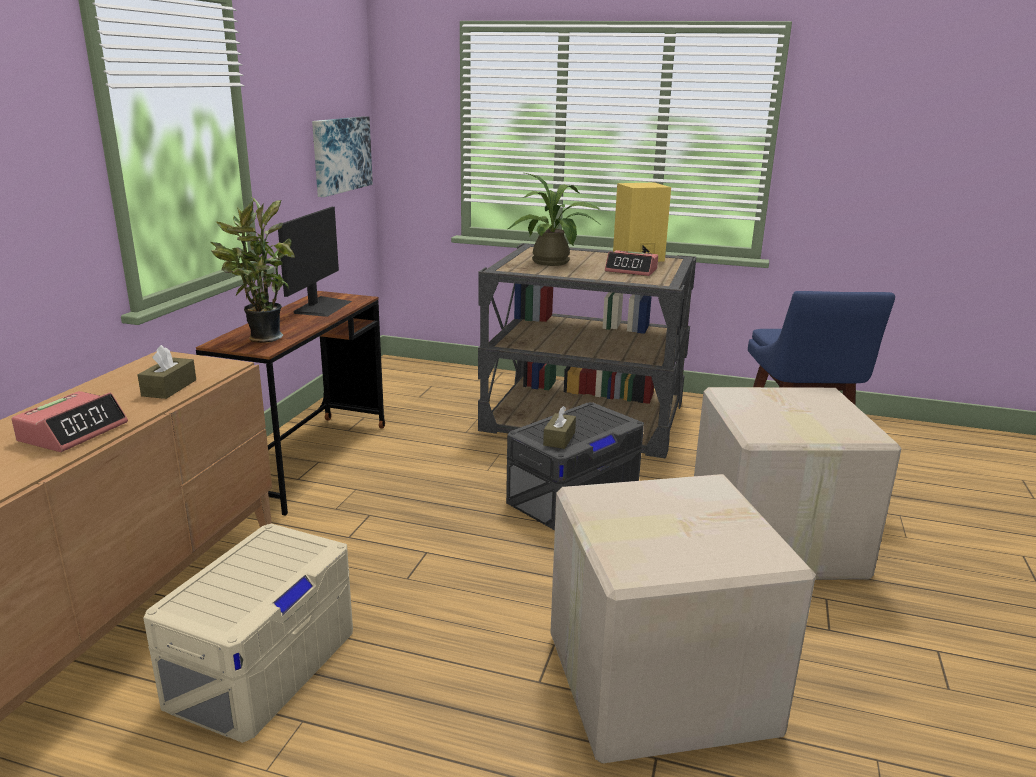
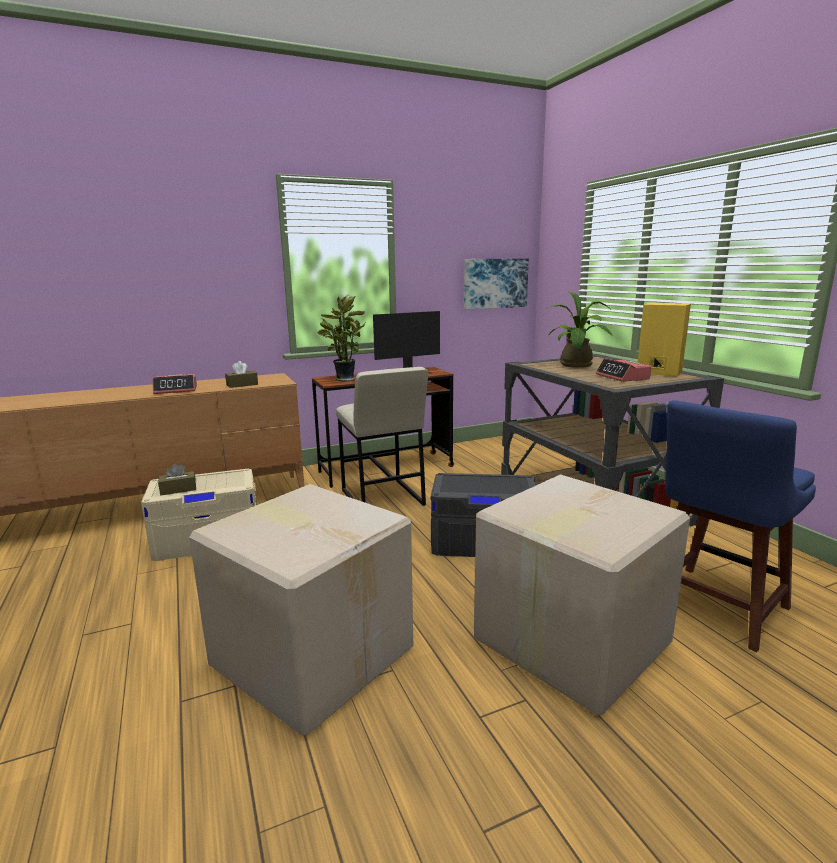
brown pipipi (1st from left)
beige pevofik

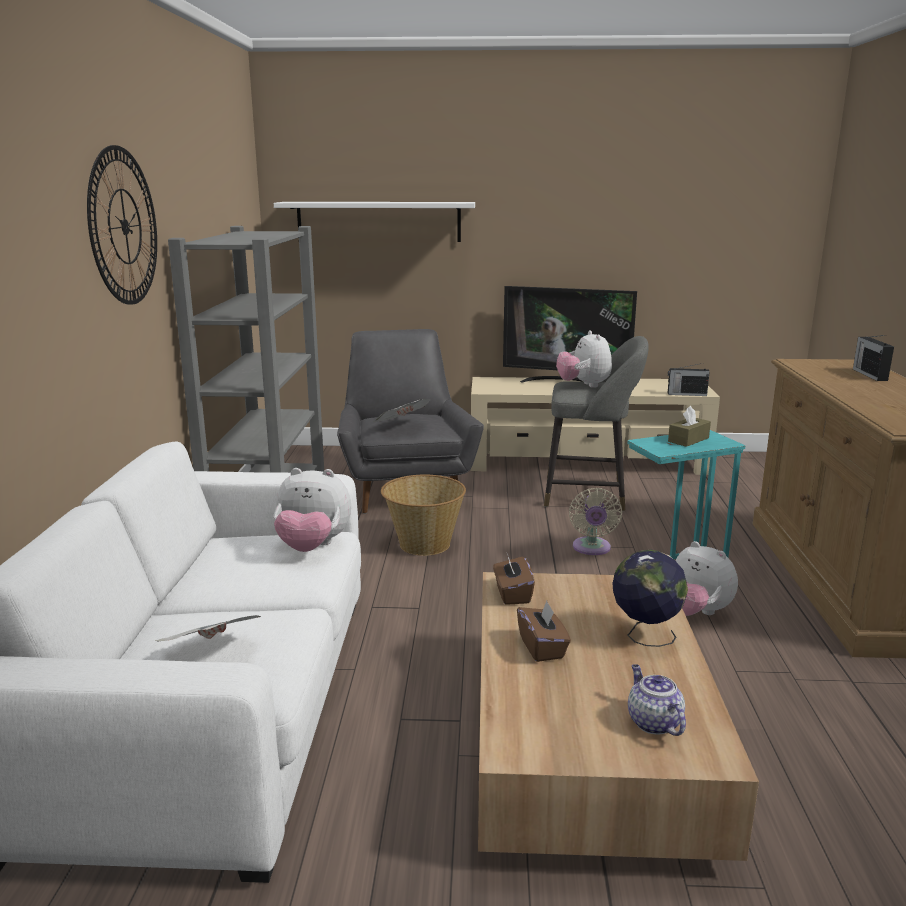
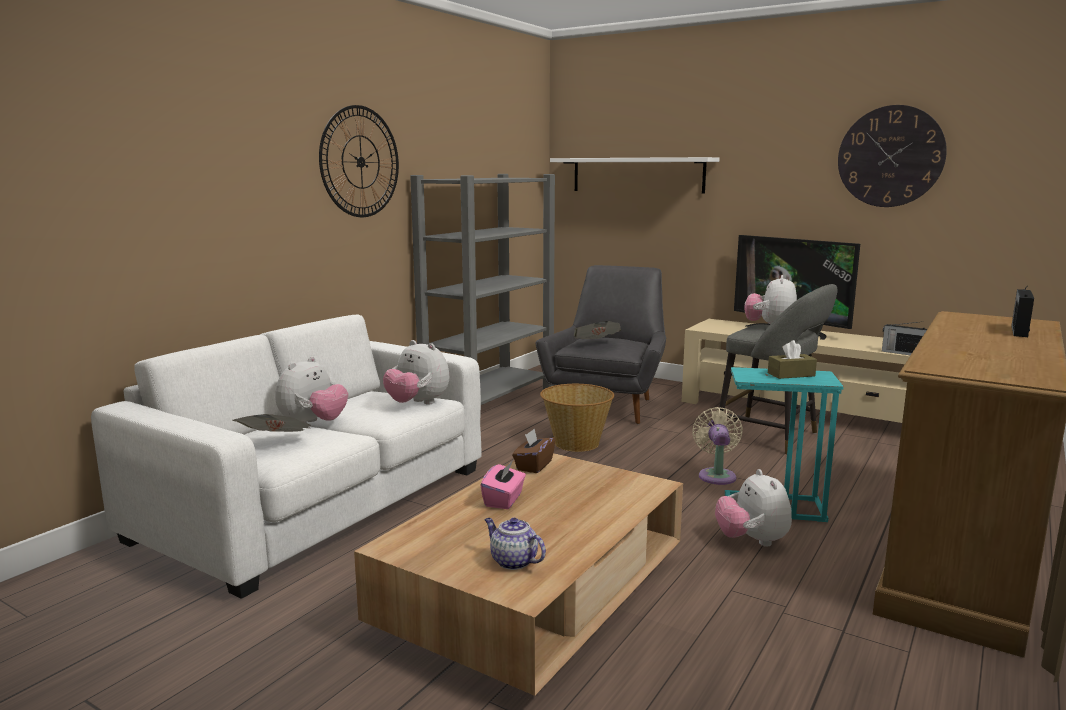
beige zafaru
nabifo
pink pipipi
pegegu
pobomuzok (2nd from left)
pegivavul (1st from left)

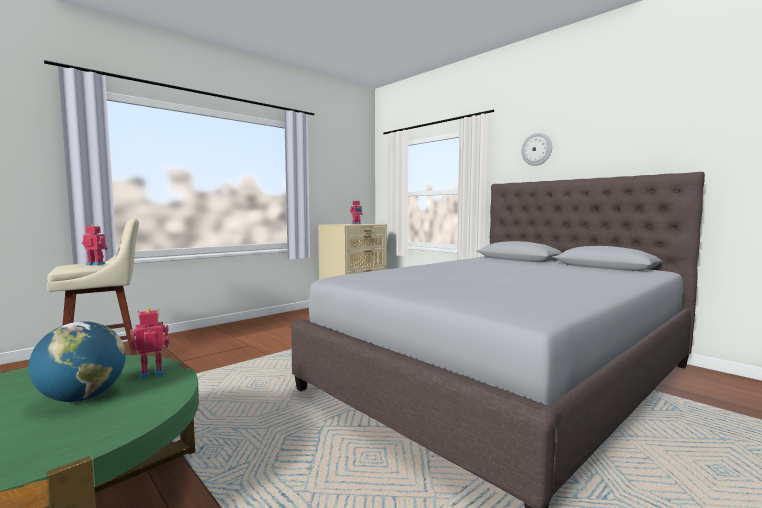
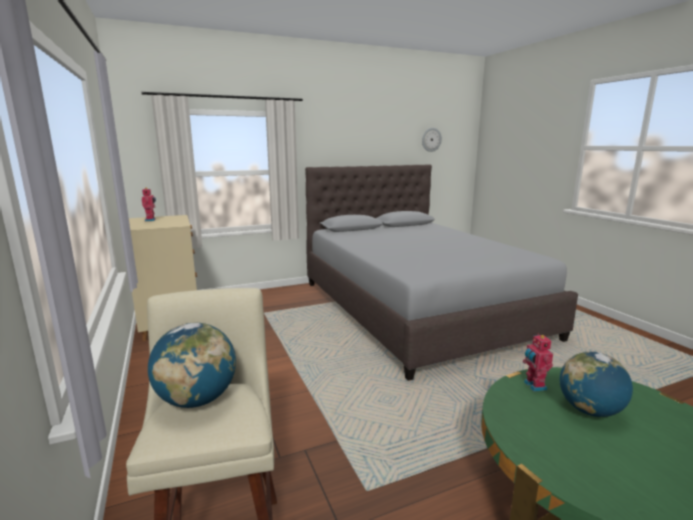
pobomuzok
nabifo (1st from left)

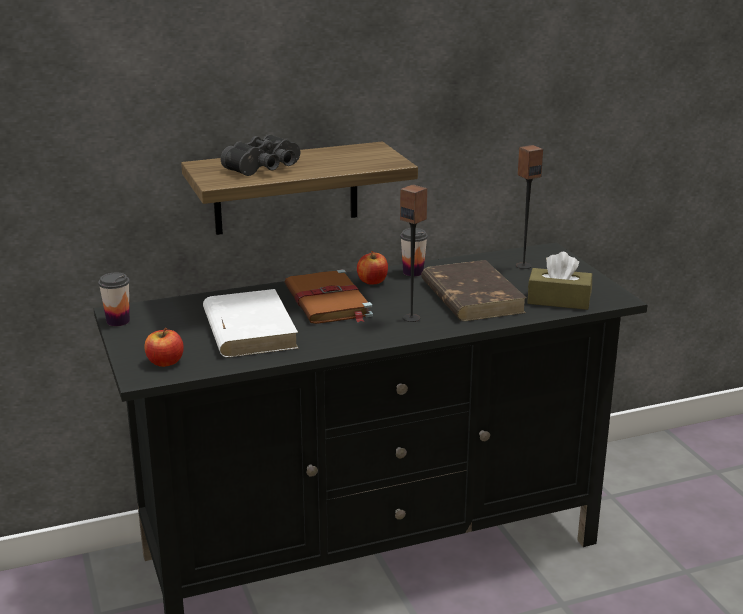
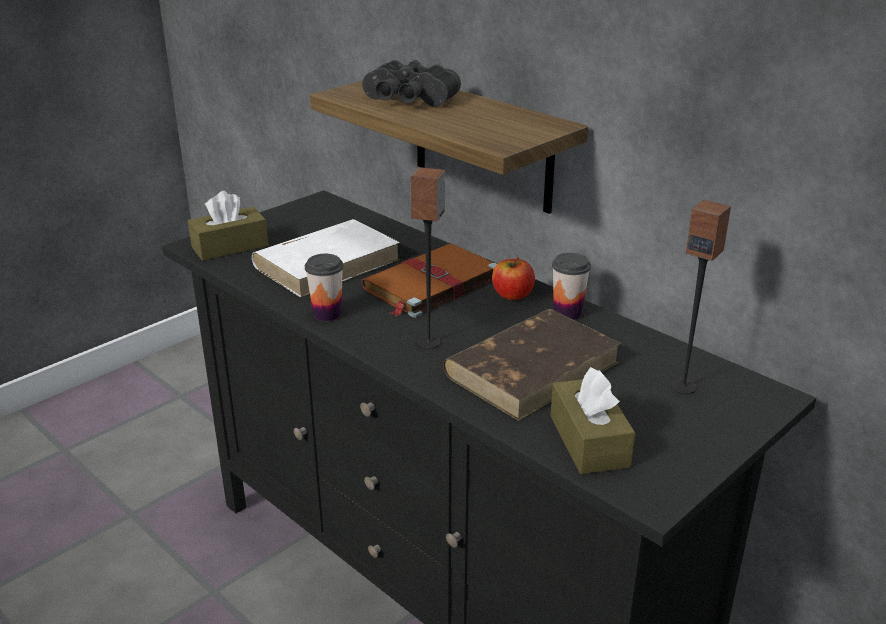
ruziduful (1st from left)
brown pipipi (1st from left)

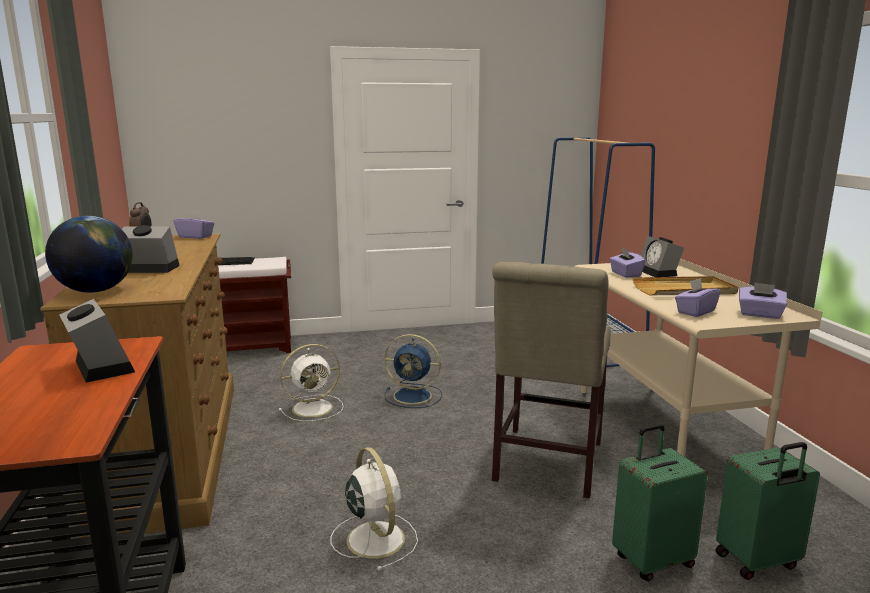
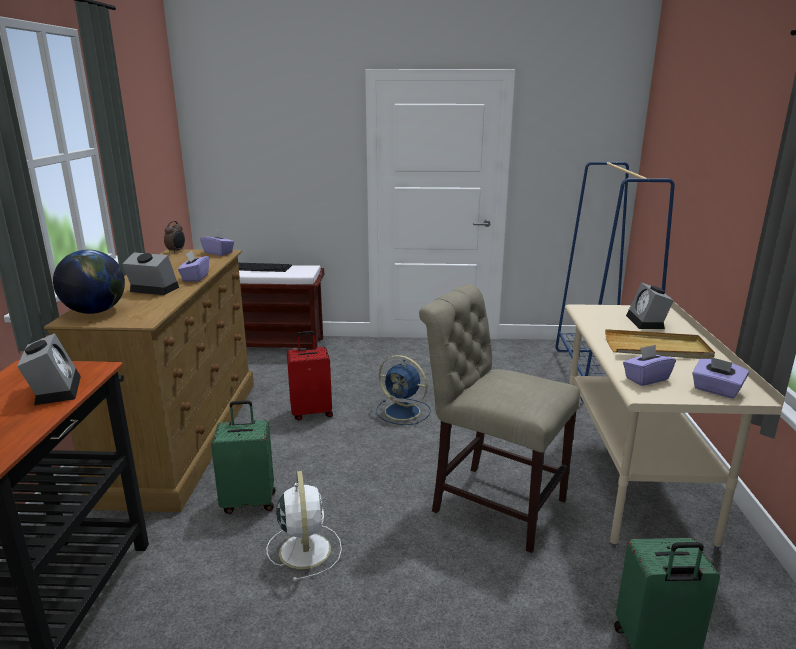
purple pipipi (1st from left)
beige pevofik
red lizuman
green lizuman (1st from left)

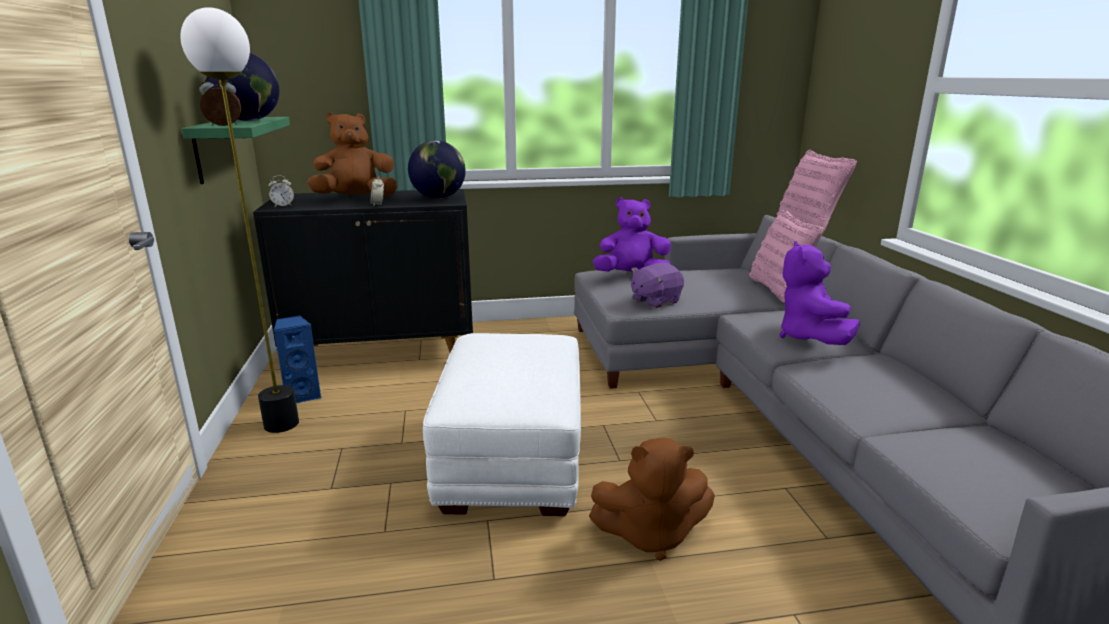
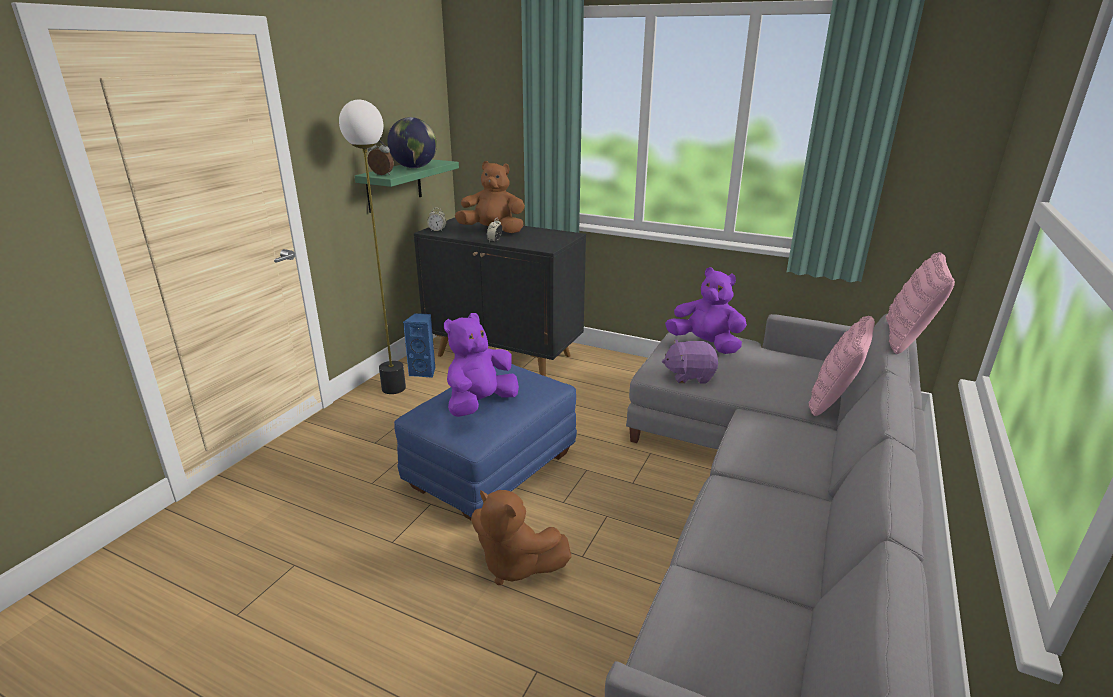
nabifo (2nd from left in the first image)
purple pegivavul (1st from left)
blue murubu

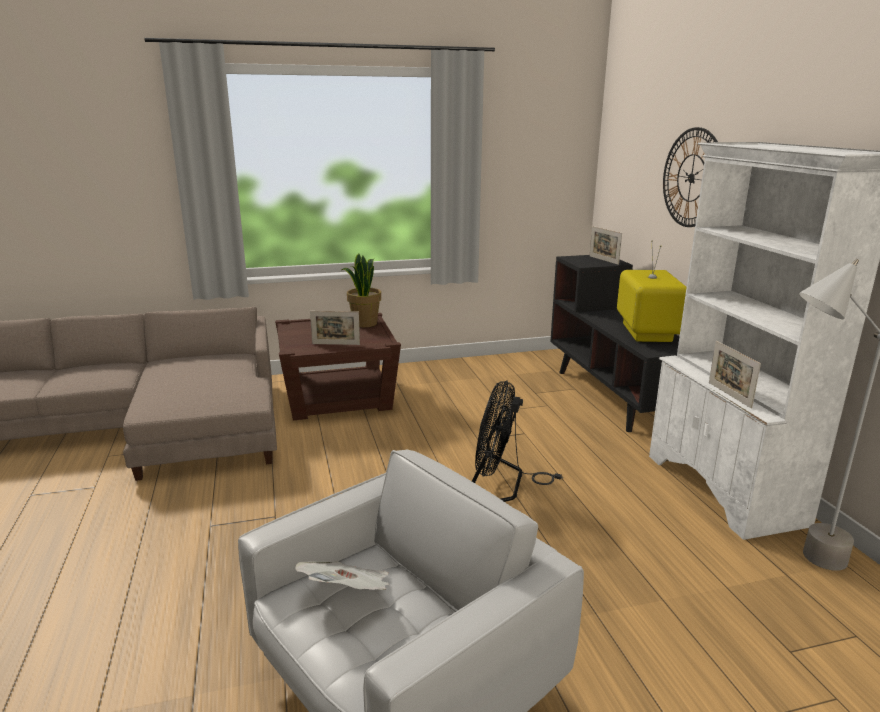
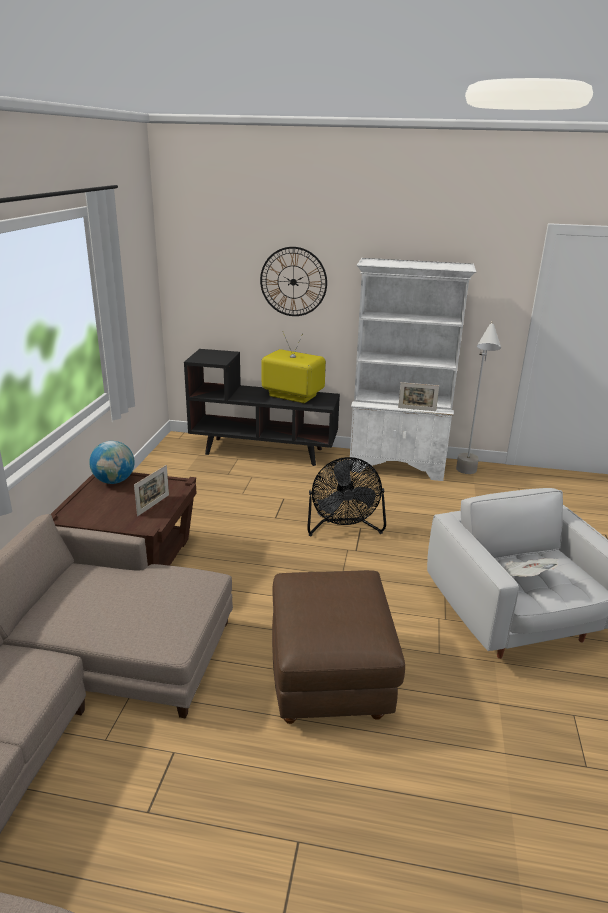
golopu (2nd from left in the first image)
nabifo
black zafaru
brown murubu

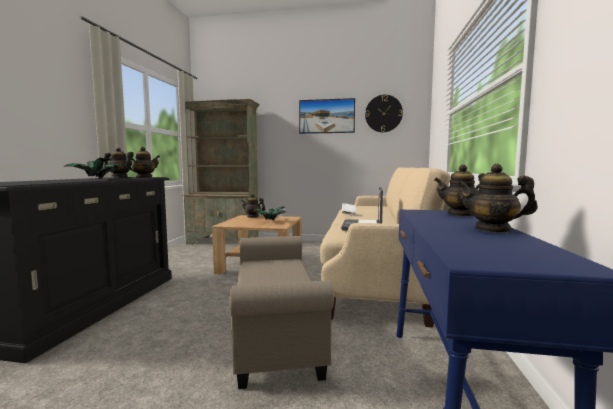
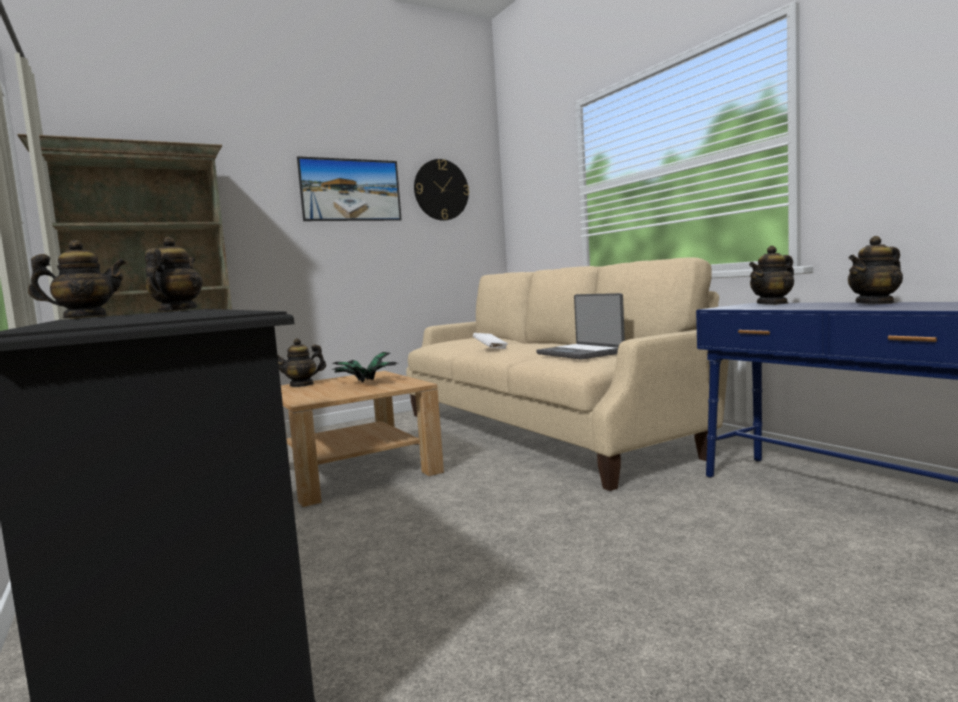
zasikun (1st from left in the first image)
beige murubu

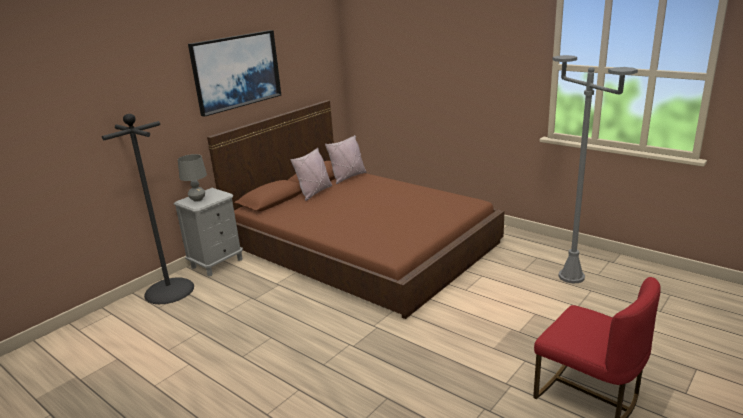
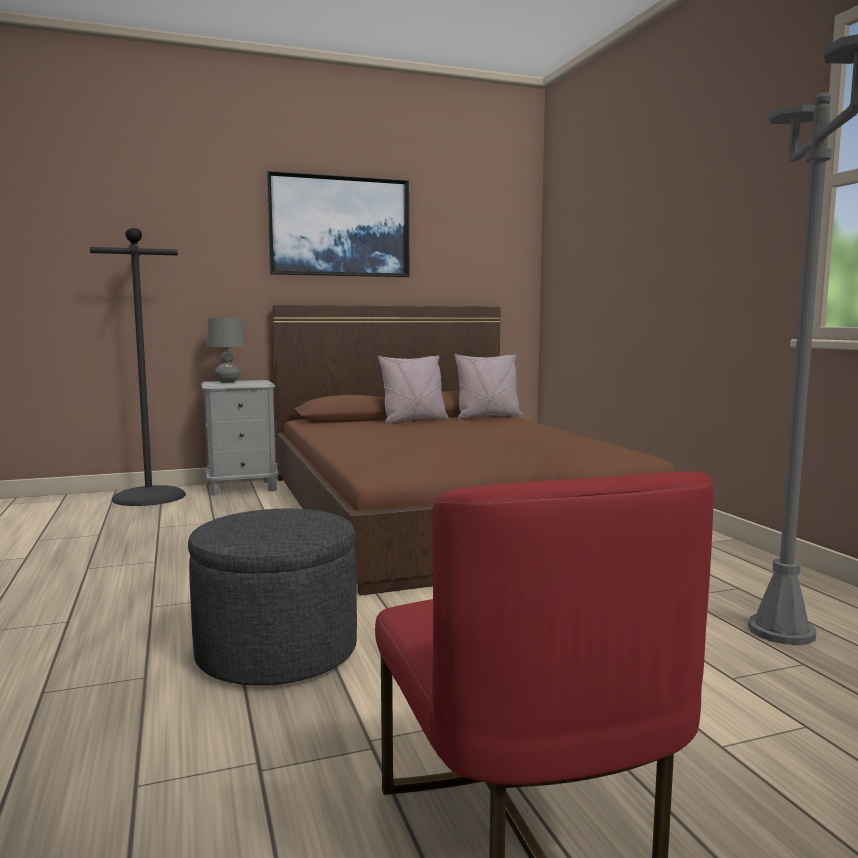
grey murubu

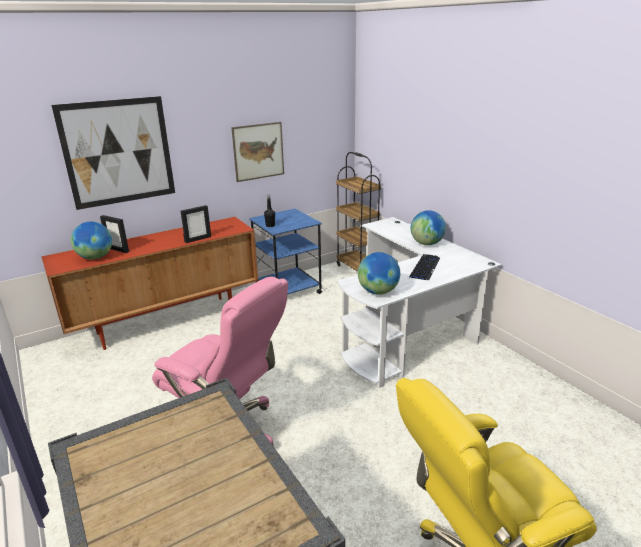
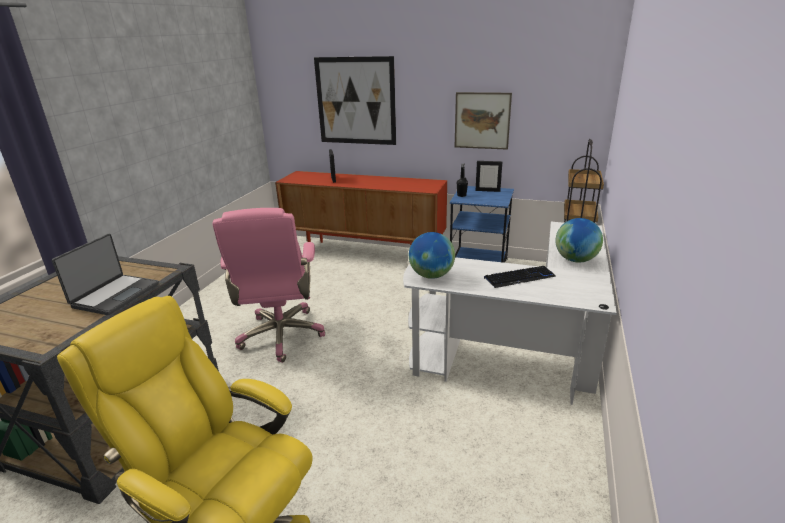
golopu (2nd from left)
nabifo (1st from left in the first image)
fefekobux

